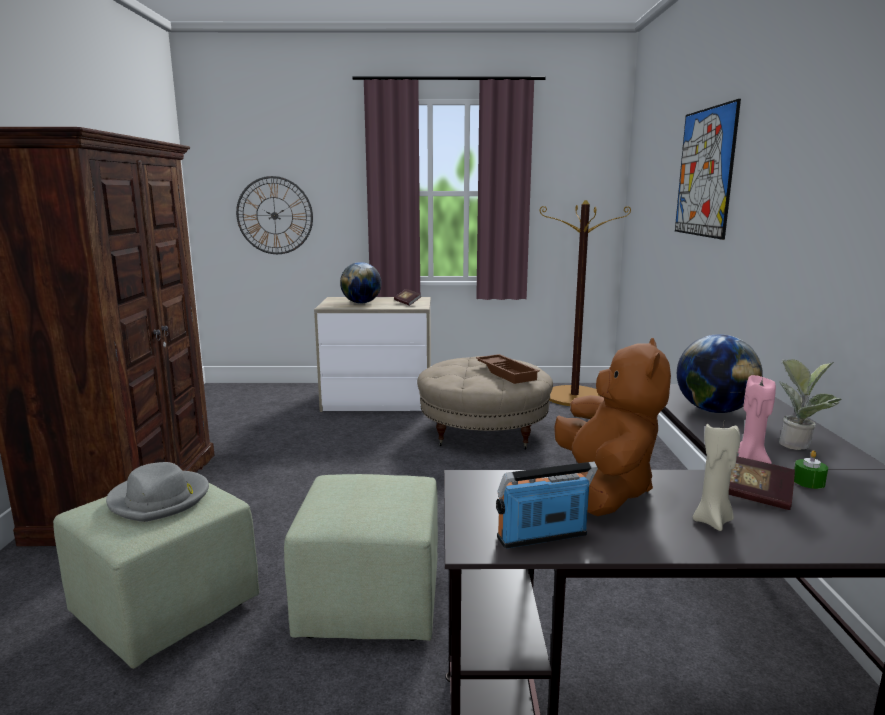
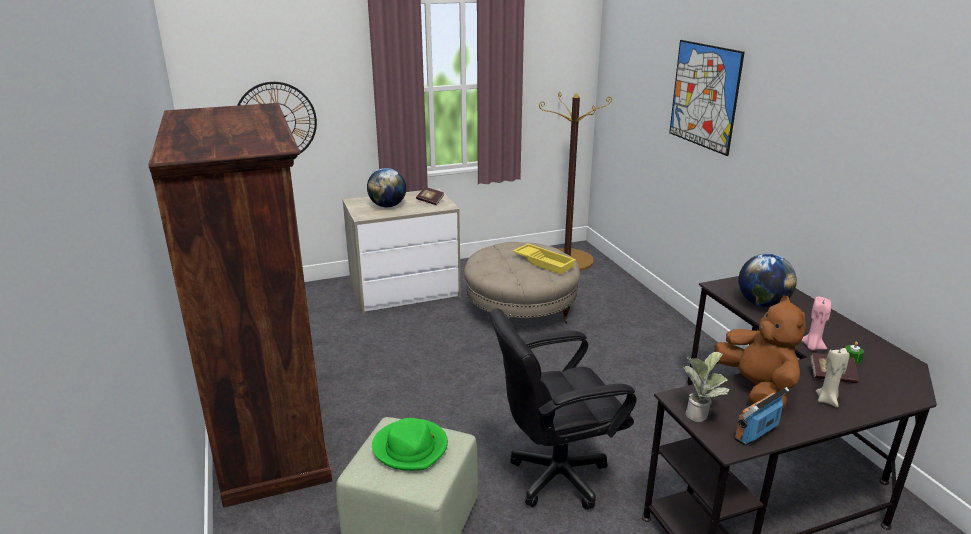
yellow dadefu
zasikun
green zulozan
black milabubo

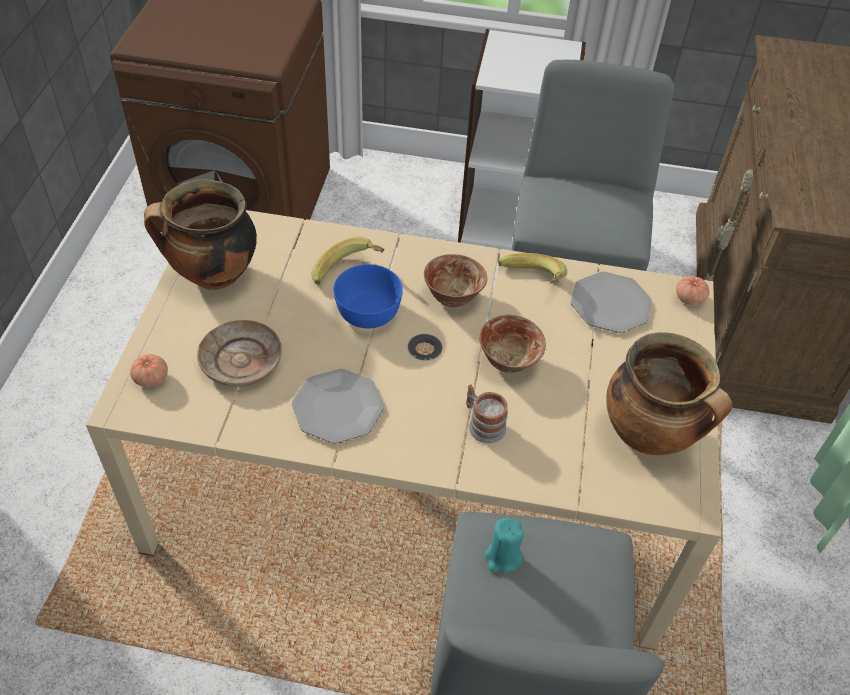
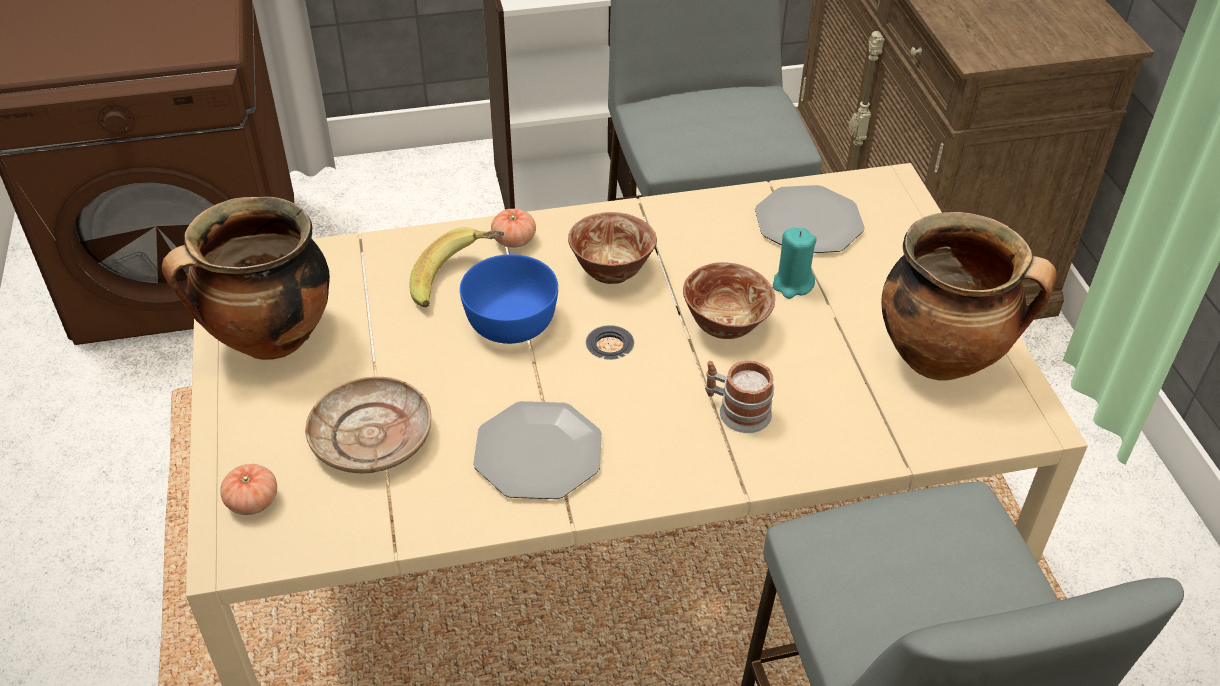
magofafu (2nd from left in the first image)
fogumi (2nd from left)
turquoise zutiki

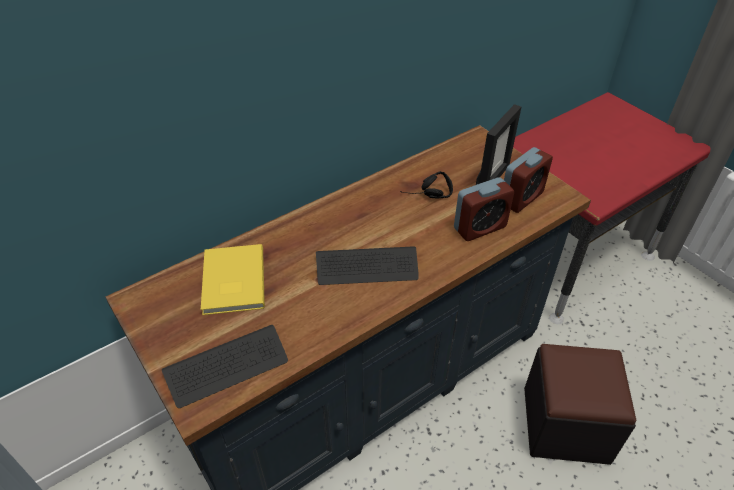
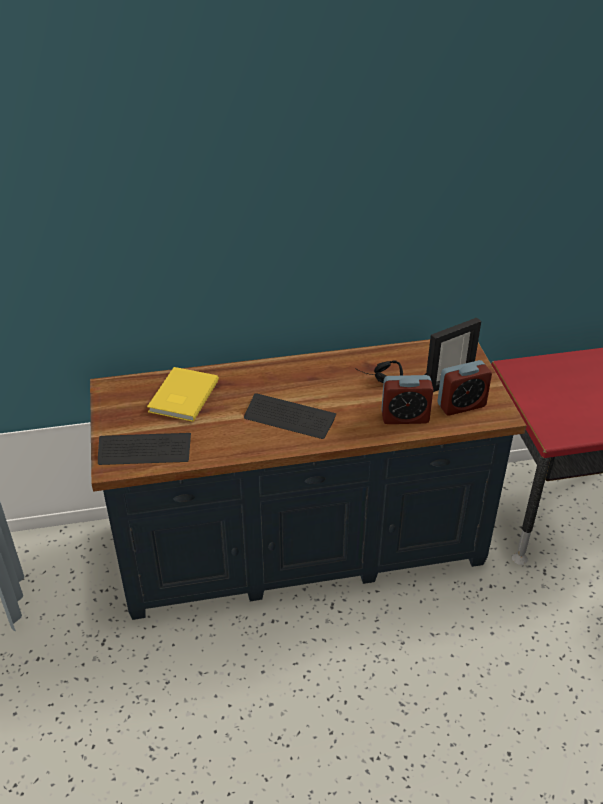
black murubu

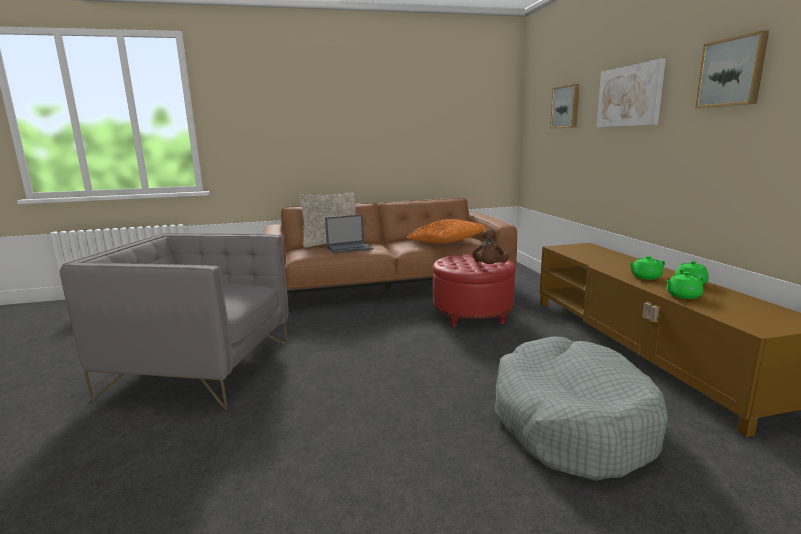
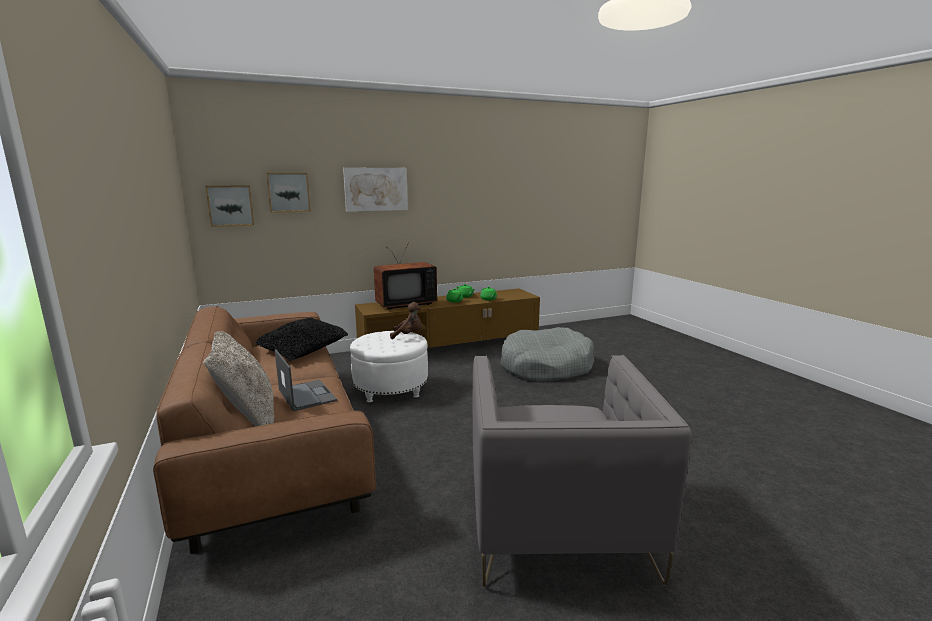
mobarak (1st from left)
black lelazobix
white murubu
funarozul

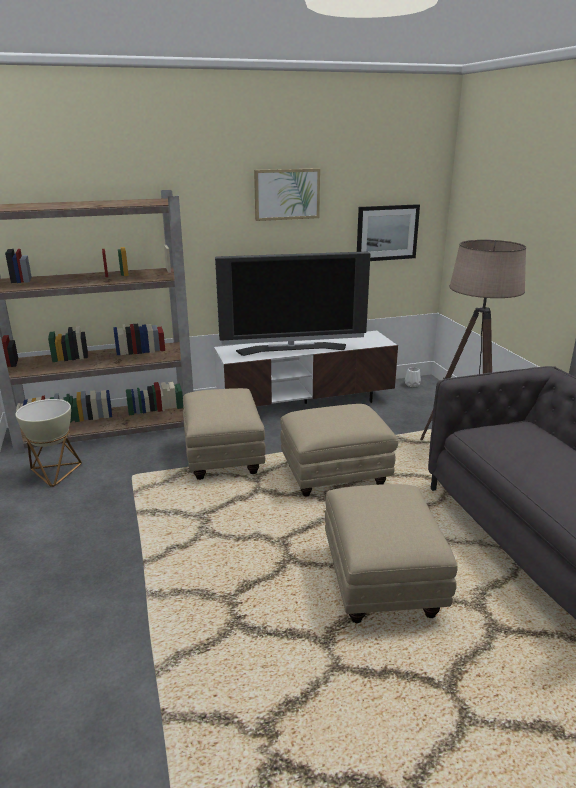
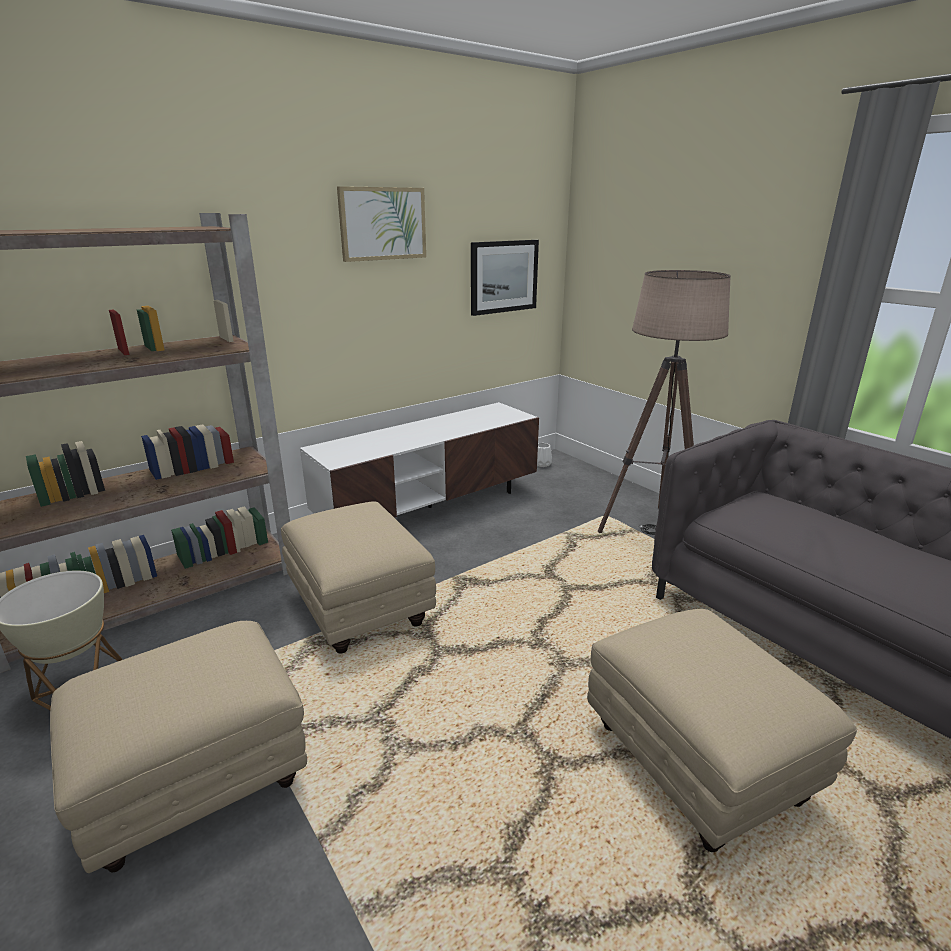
funarozul
beige murubu (1st from left)

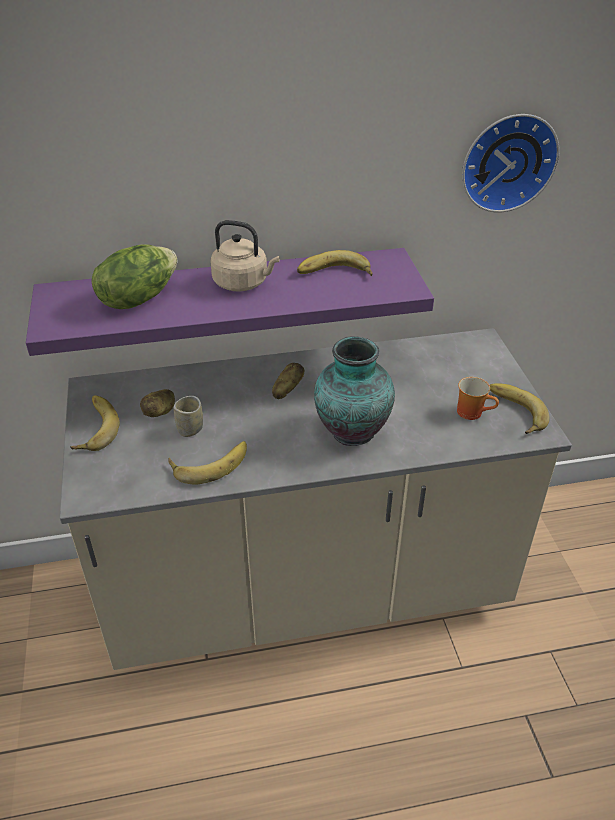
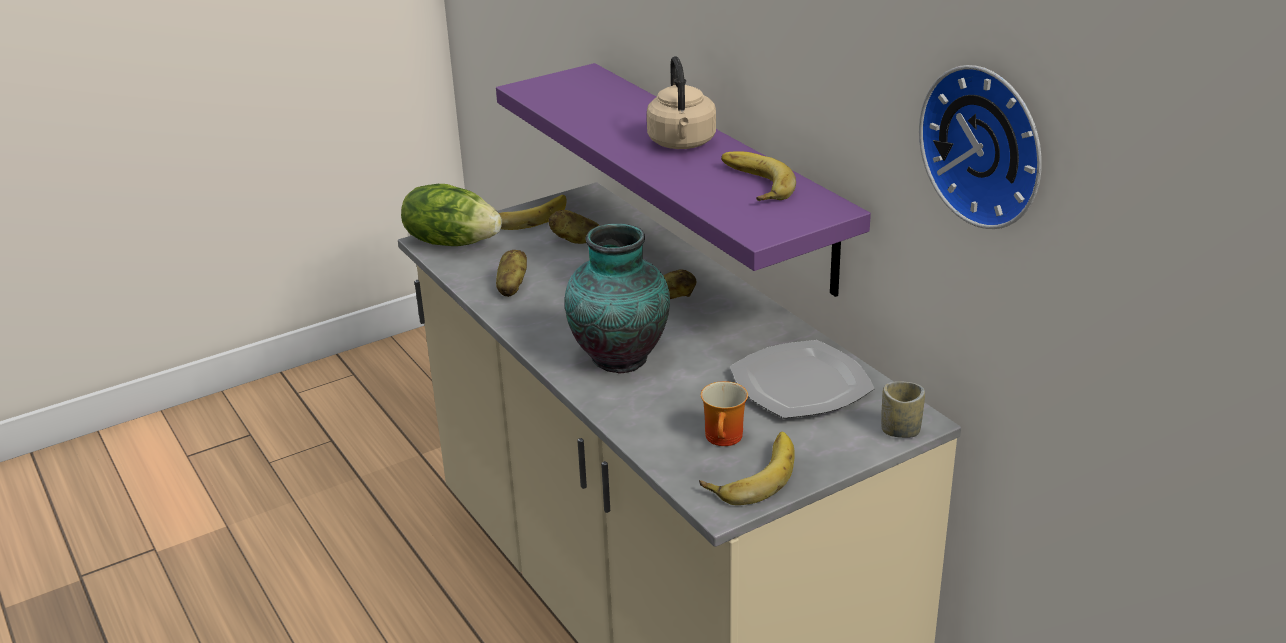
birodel
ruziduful
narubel (1st from left)
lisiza

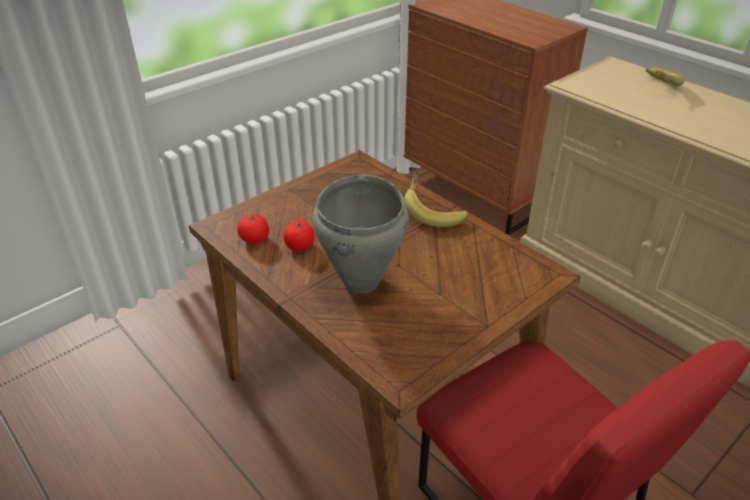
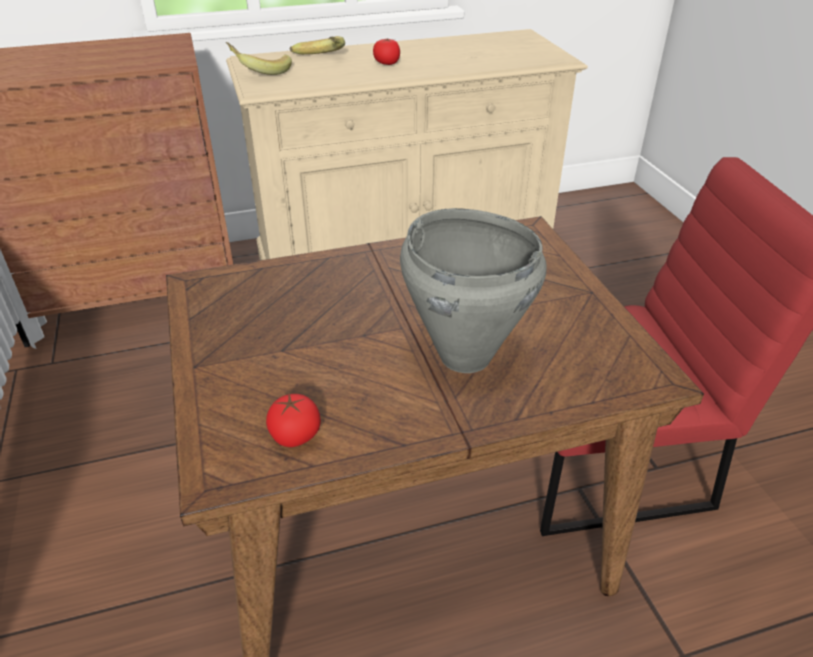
magofafu (1st from left)
fogumi (2nd from left)

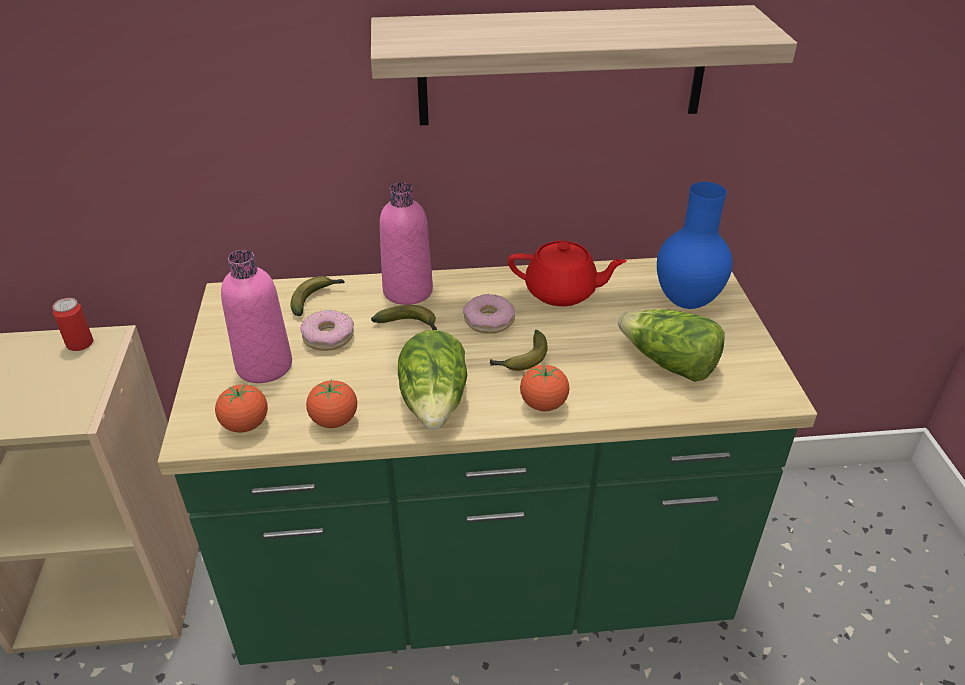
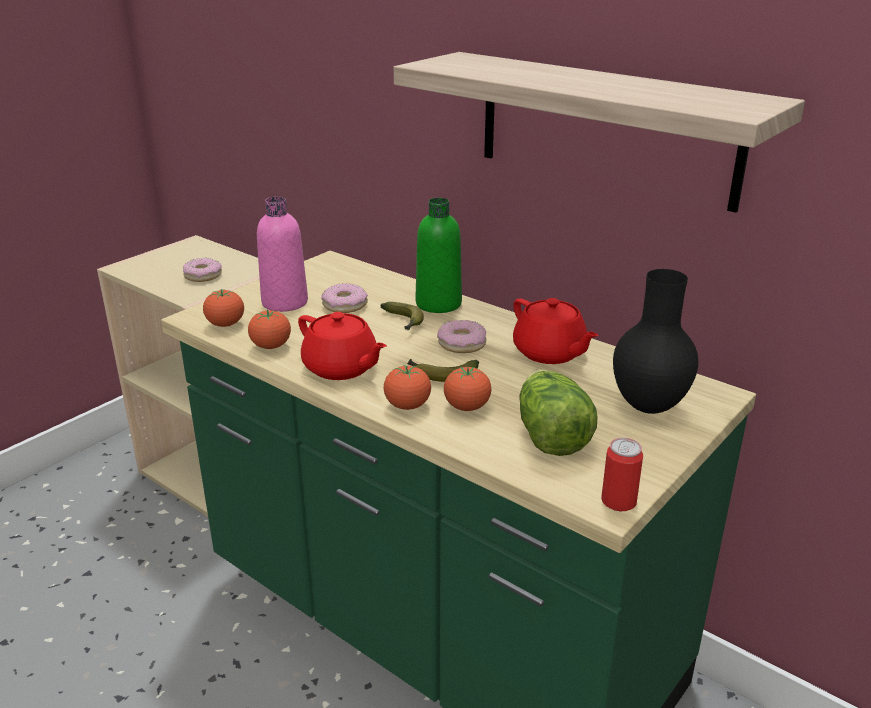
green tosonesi
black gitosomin
magofafu (1st from left in the first image)
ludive
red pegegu (1st from left)
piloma (1st from left)
fogumi (4th from left)

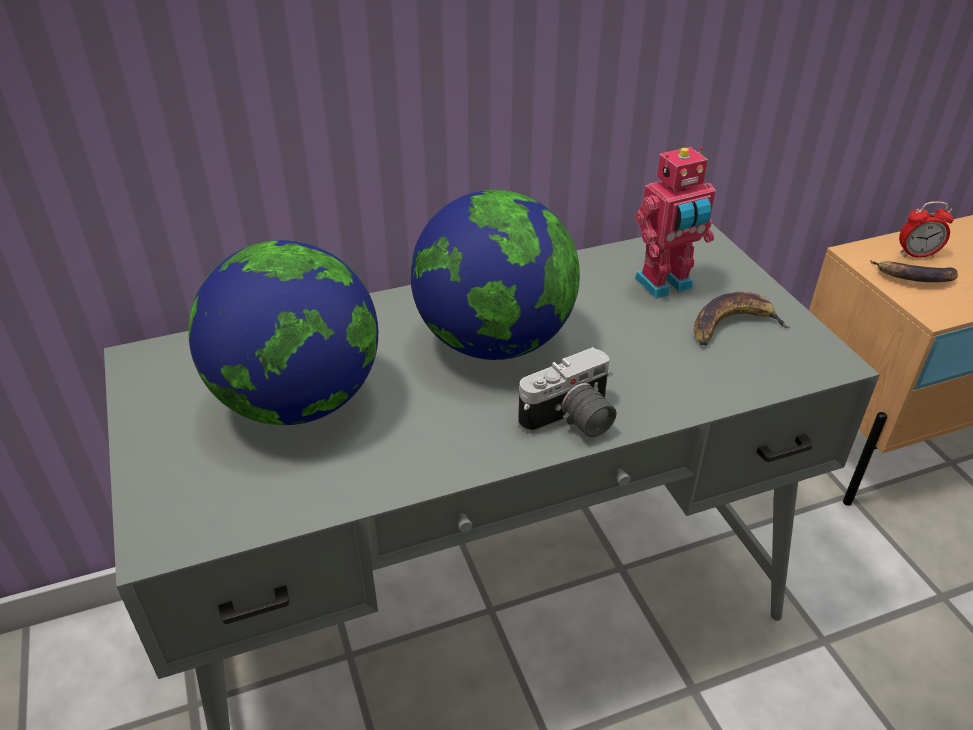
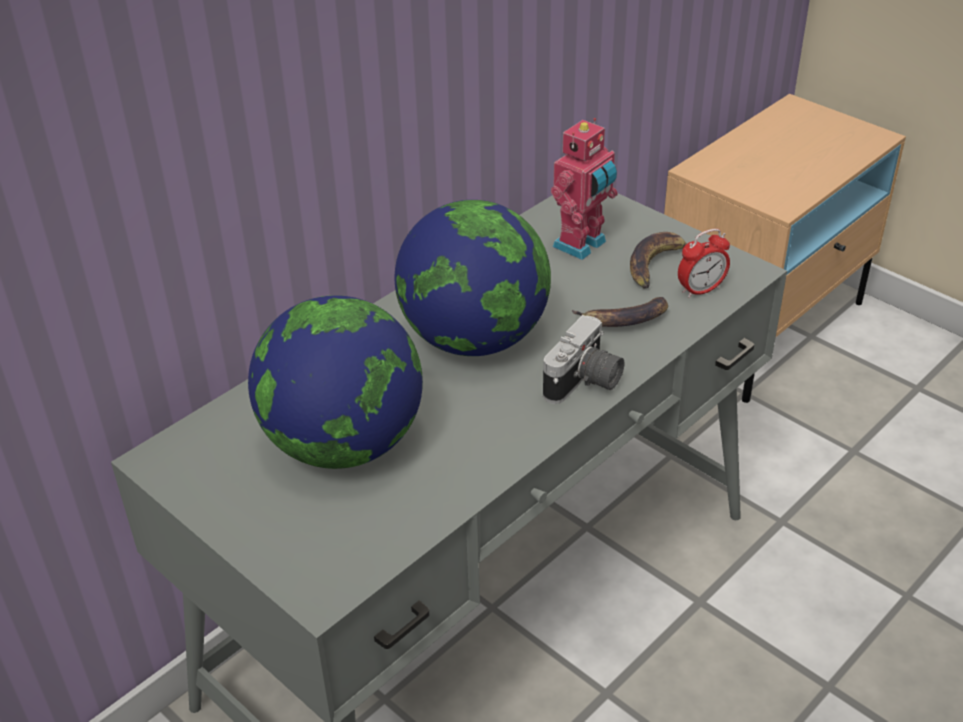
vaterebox
magofafu (1st from left)

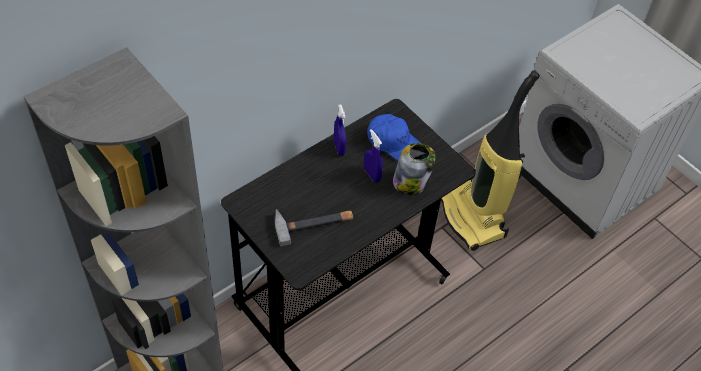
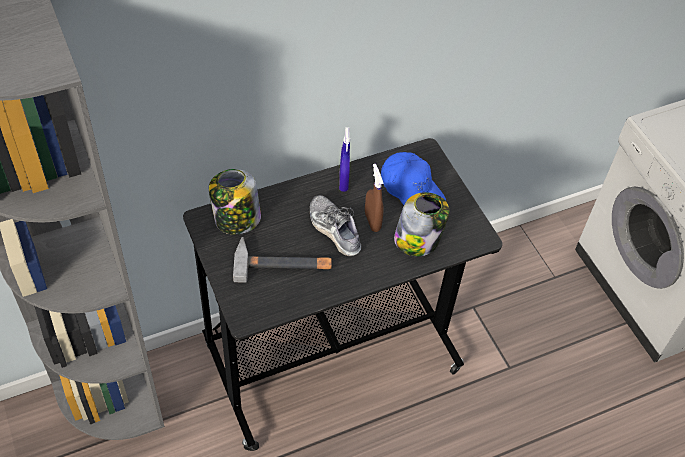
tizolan
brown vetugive
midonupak (1st from left)
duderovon

